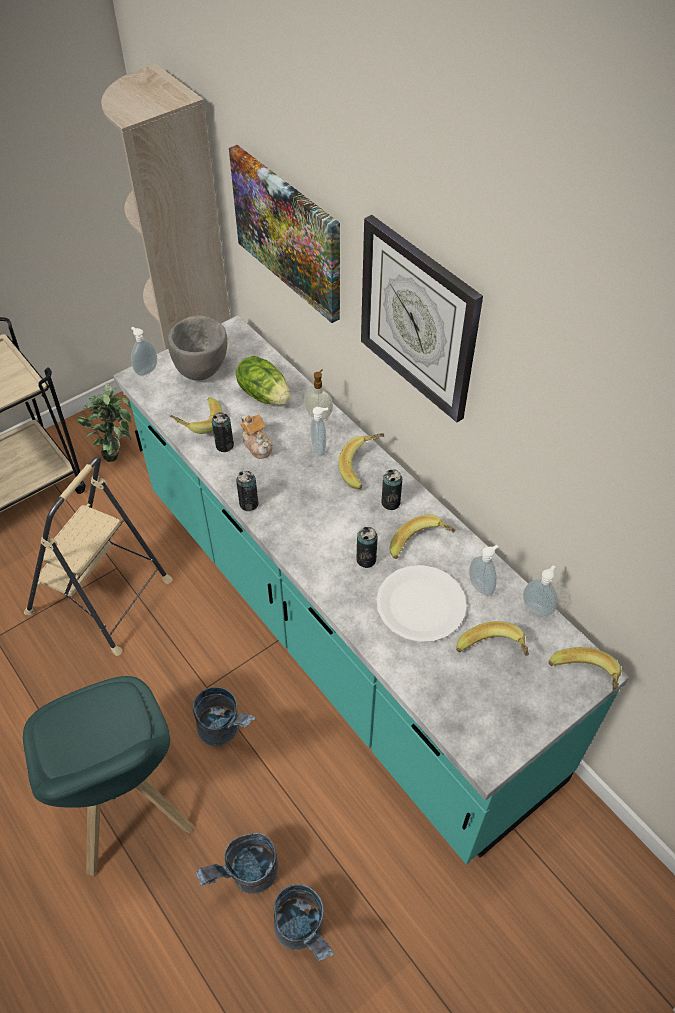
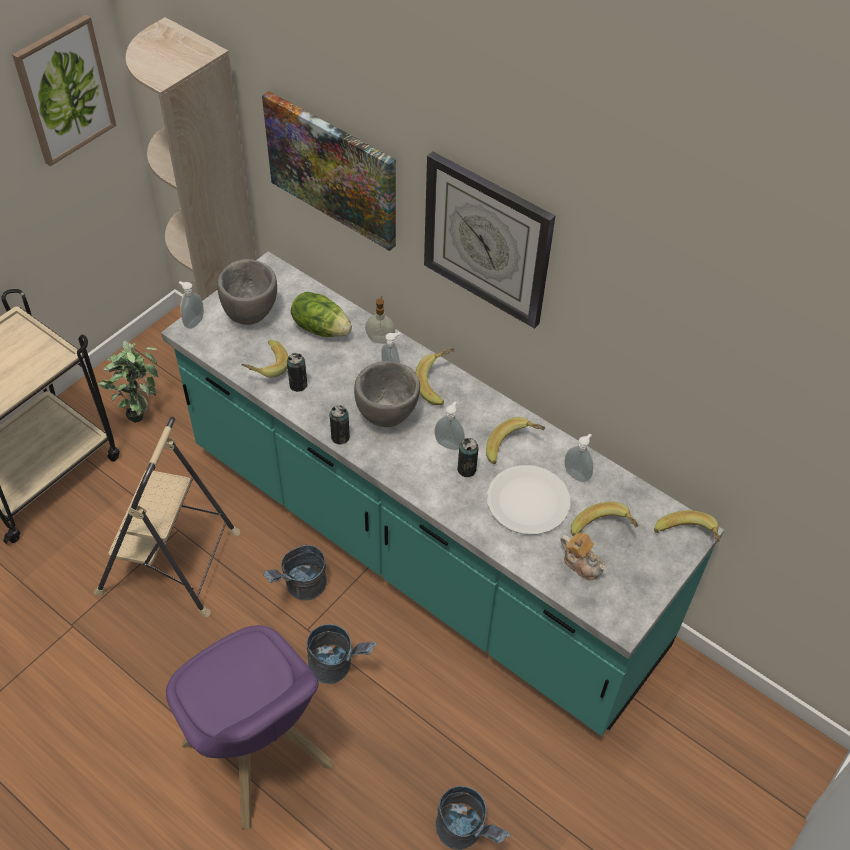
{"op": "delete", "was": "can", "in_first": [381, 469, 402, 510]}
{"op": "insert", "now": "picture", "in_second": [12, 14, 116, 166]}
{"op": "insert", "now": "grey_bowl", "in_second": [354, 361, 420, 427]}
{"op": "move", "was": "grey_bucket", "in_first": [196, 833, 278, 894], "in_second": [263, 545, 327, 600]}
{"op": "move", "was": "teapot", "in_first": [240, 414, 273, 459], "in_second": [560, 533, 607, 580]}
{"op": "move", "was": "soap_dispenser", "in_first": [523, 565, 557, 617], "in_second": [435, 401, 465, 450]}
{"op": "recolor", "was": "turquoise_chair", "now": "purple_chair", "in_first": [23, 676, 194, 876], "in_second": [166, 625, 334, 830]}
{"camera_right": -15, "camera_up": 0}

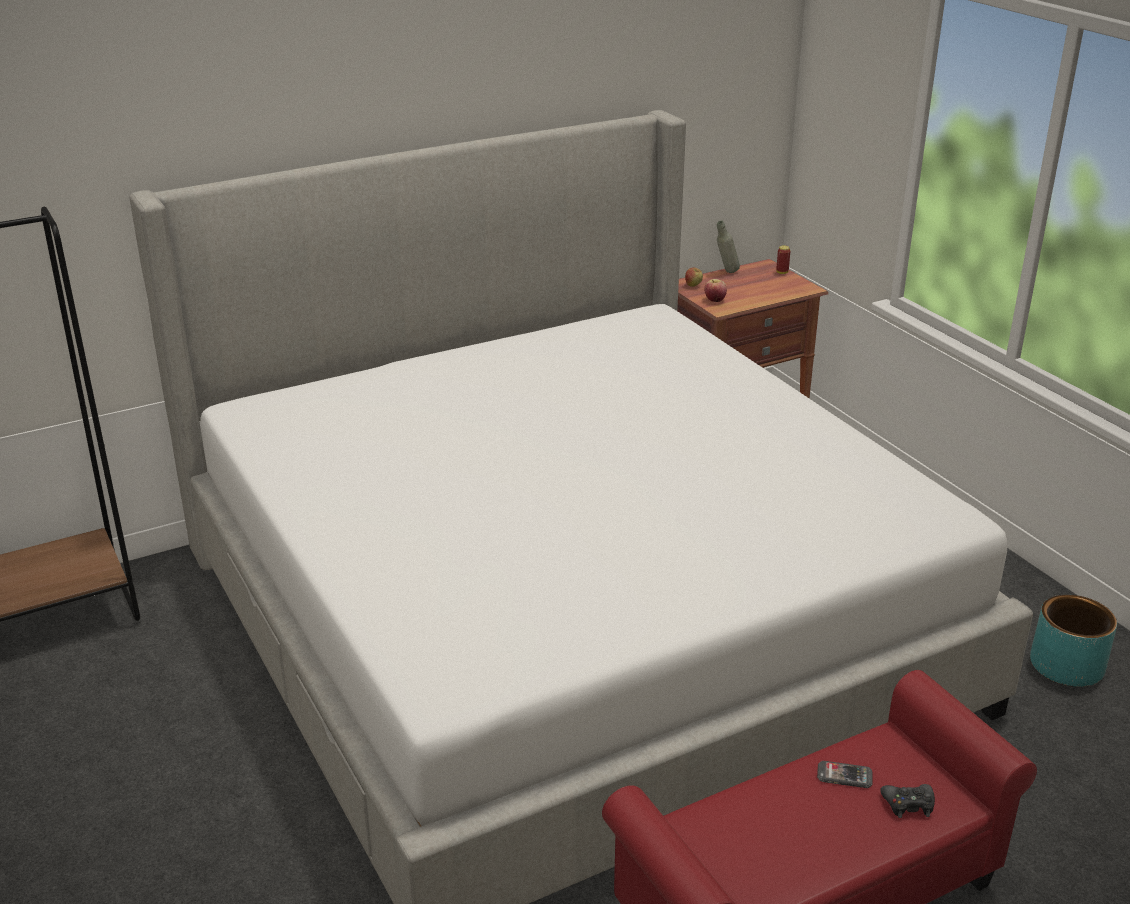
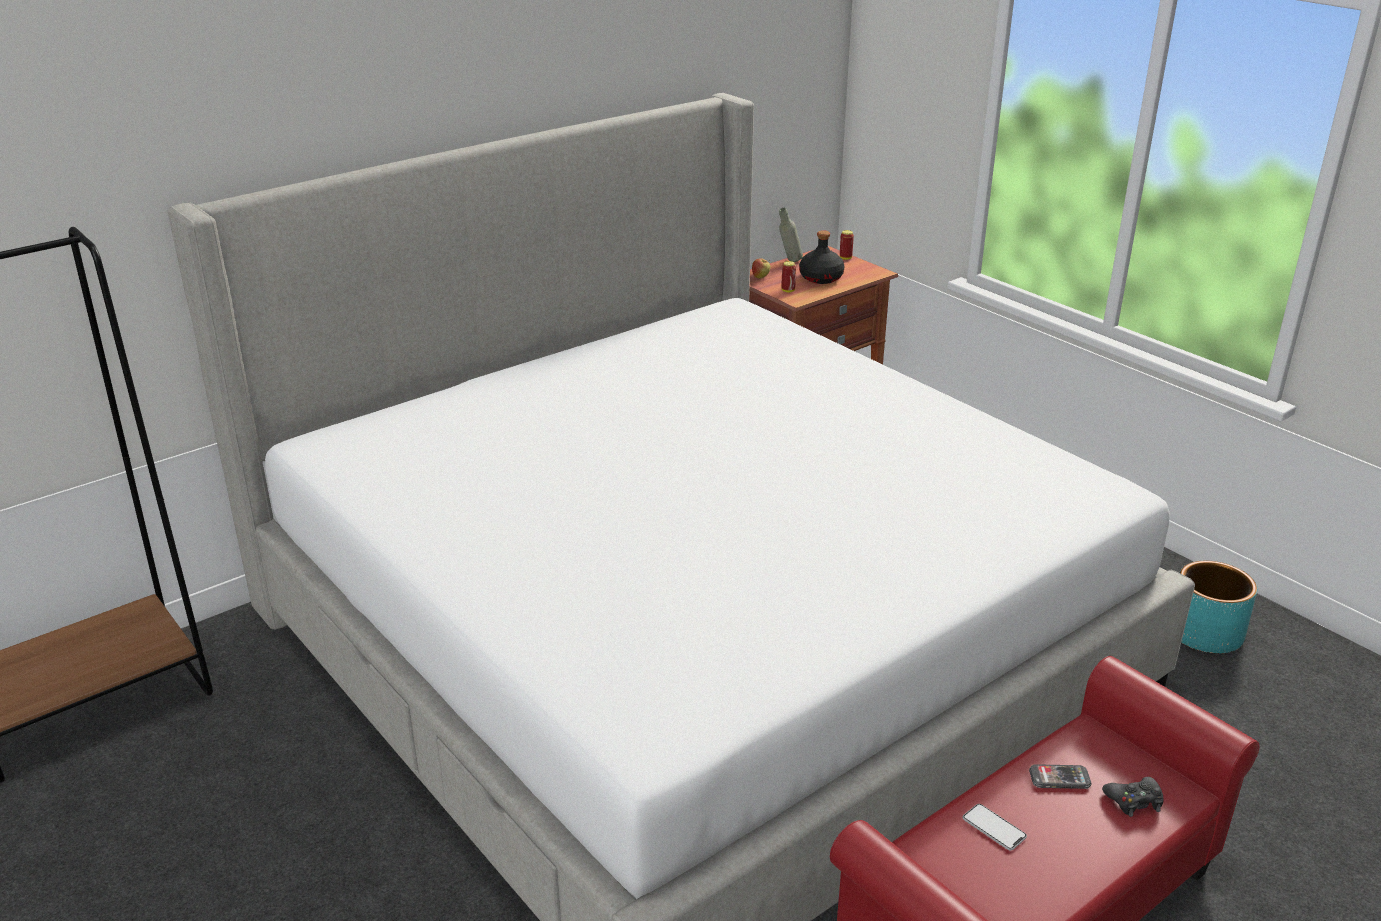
{"op": "insert", "now": "black_bottle", "in_second": [799, 230, 845, 284]}
{"op": "insert", "now": "phone", "in_second": [962, 804, 1027, 850]}
{"op": "replace", "was": "apple", "now": "can", "in_first": [704, 279, 727, 302], "in_second": [781, 261, 796, 293]}
{"camera_right": -10, "camera_up": 0}

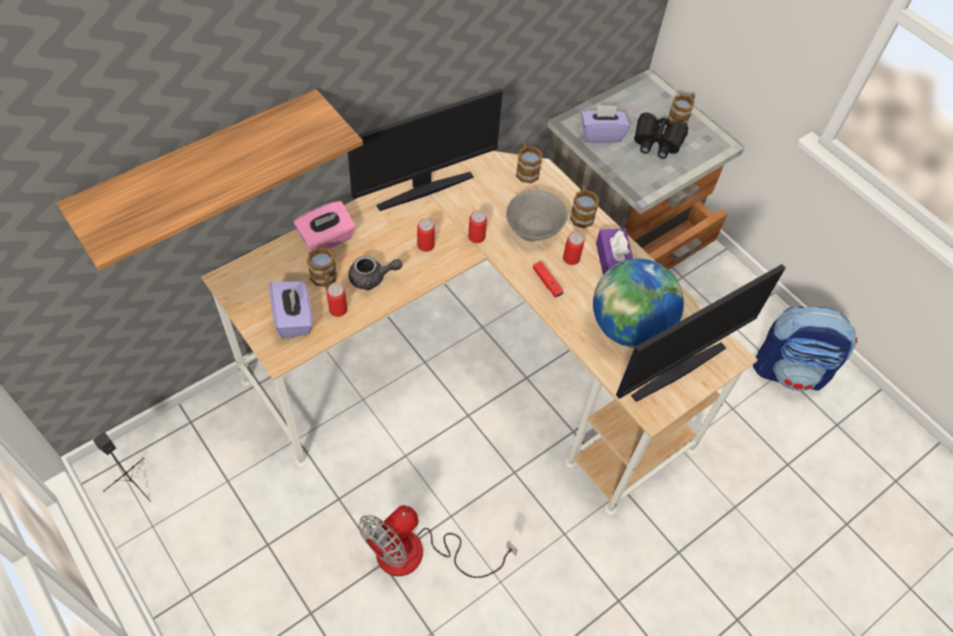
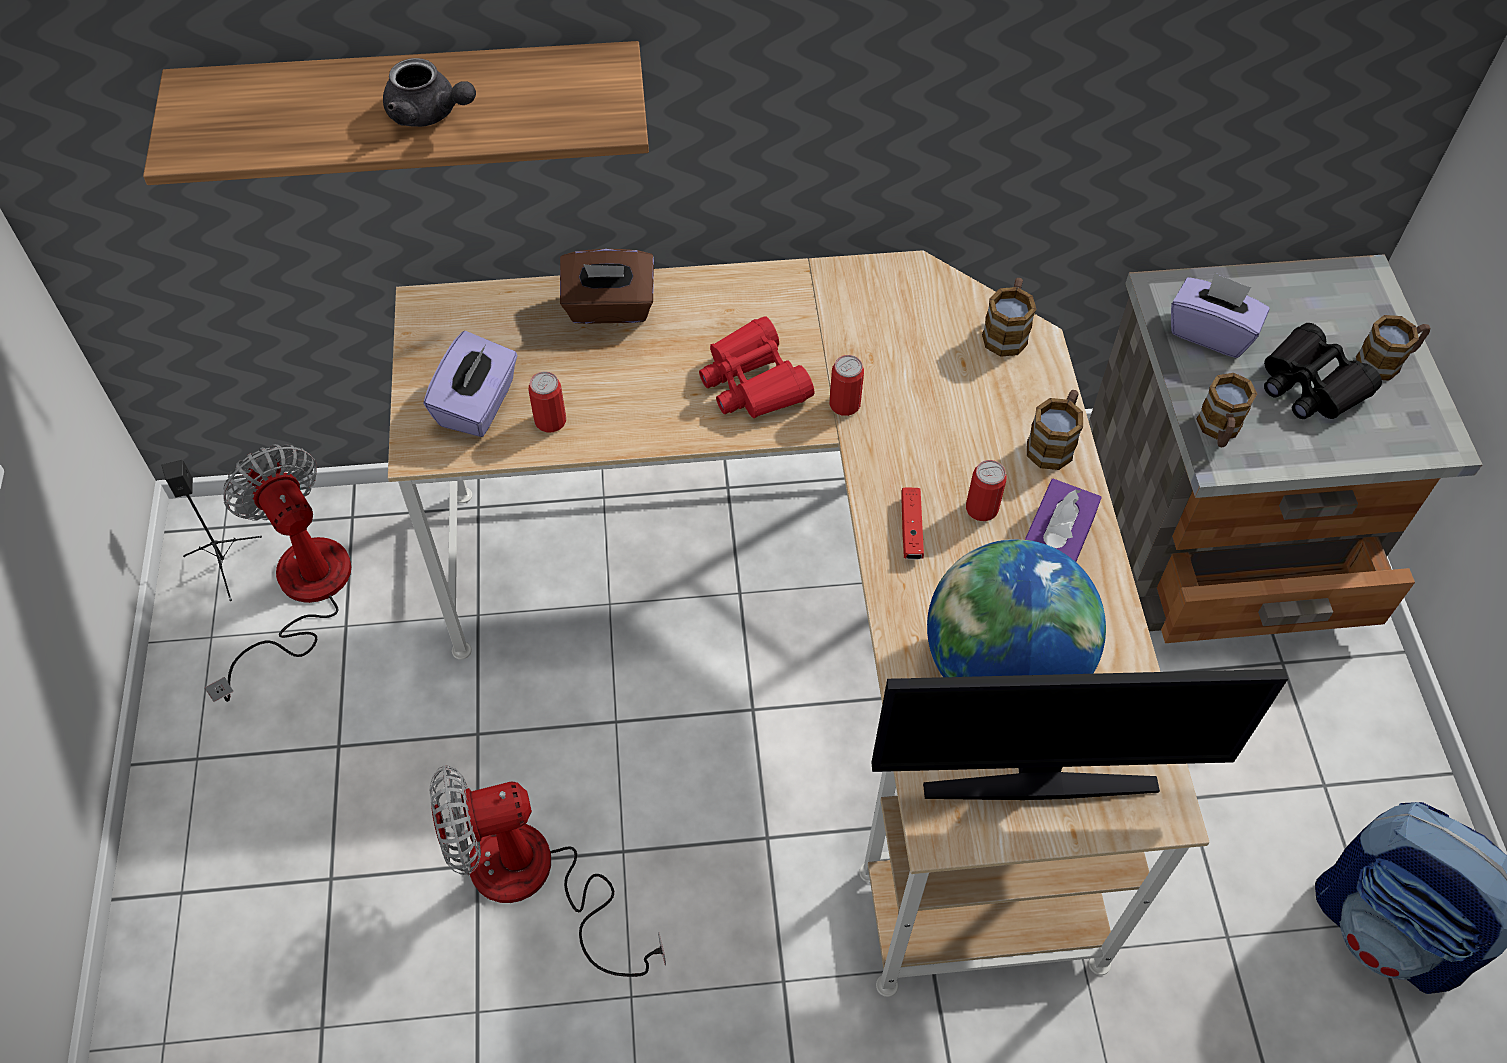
{"op": "delete", "was": "monitor", "in_first": [348, 88, 503, 211]}
{"op": "delete", "was": "grey_bowl", "in_first": [506, 190, 567, 241]}
{"op": "insert", "now": "fan", "in_second": [204, 444, 351, 702]}
{"op": "move", "was": "mug", "in_first": [307, 247, 337, 290], "in_second": [1196, 373, 1257, 447]}
{"op": "move", "was": "grey_teapot", "in_first": [348, 255, 402, 290], "in_second": [383, 58, 476, 127]}
{"op": "replace", "was": "can", "now": "red_binoculars", "in_first": [417, 219, 435, 252], "in_second": [699, 316, 814, 418]}
{"op": "recolor", "was": "pink_tissue_box", "now": "brown_tissue_box", "in_first": [294, 201, 356, 251], "in_second": [560, 249, 654, 324]}
{"camera_right": 35, "camera_up": 0}

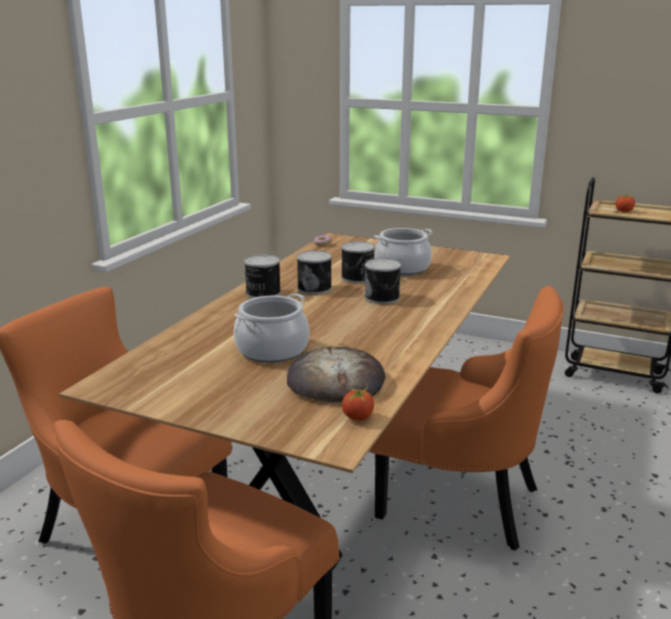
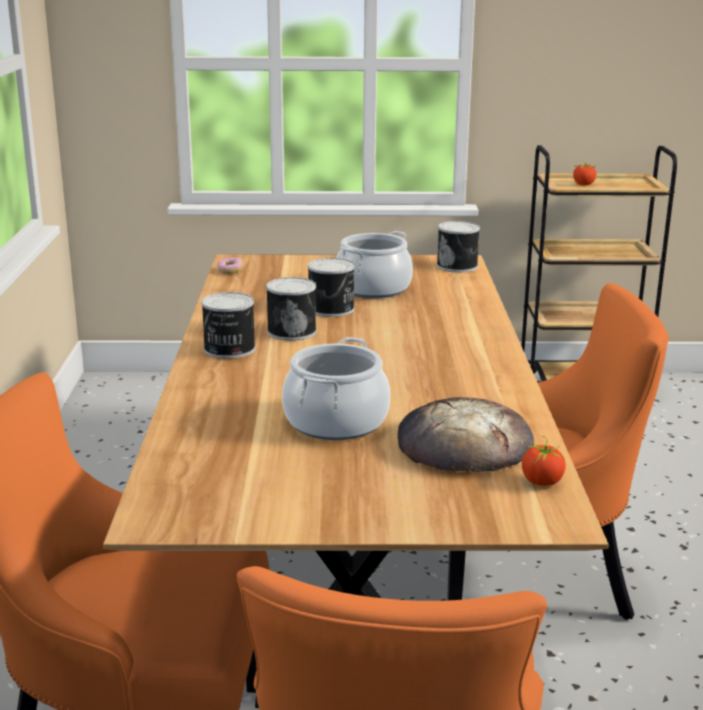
{"op": "move", "was": "can", "in_first": [364, 258, 401, 304], "in_second": [437, 221, 480, 273]}
{"camera_right": -25, "camera_up": 0}

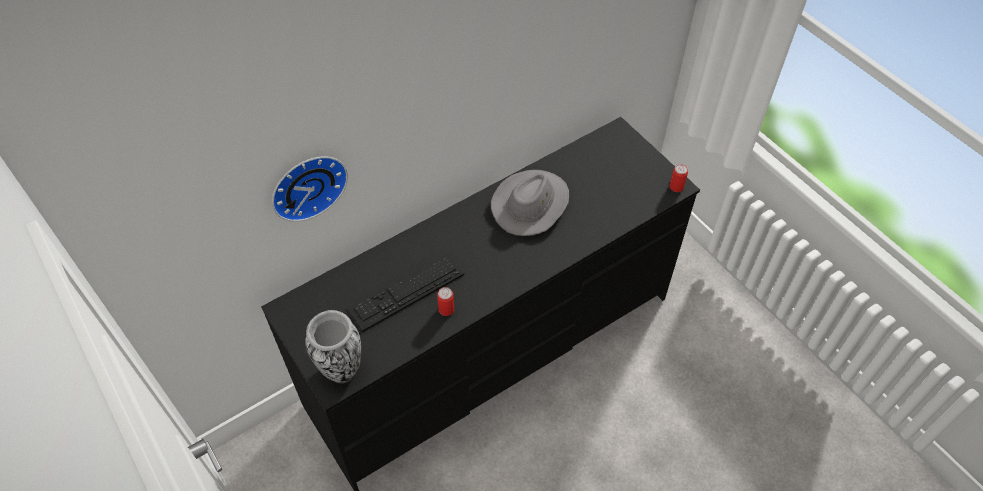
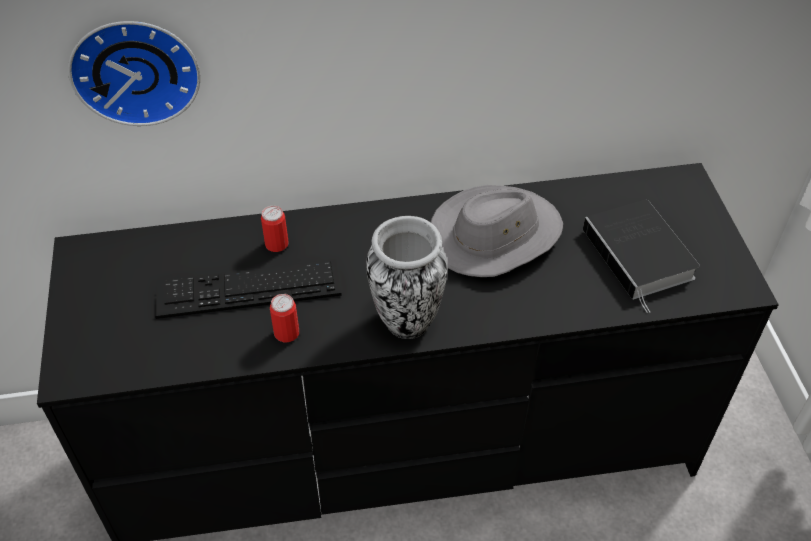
{"op": "insert", "now": "book", "in_second": [583, 200, 700, 313]}
{"op": "move", "was": "vase", "in_first": [305, 310, 361, 383], "in_second": [366, 216, 448, 339]}
{"op": "move", "was": "can", "in_first": [669, 164, 688, 192], "in_second": [261, 206, 289, 252]}
{"camera_right": 25, "camera_up": -5}

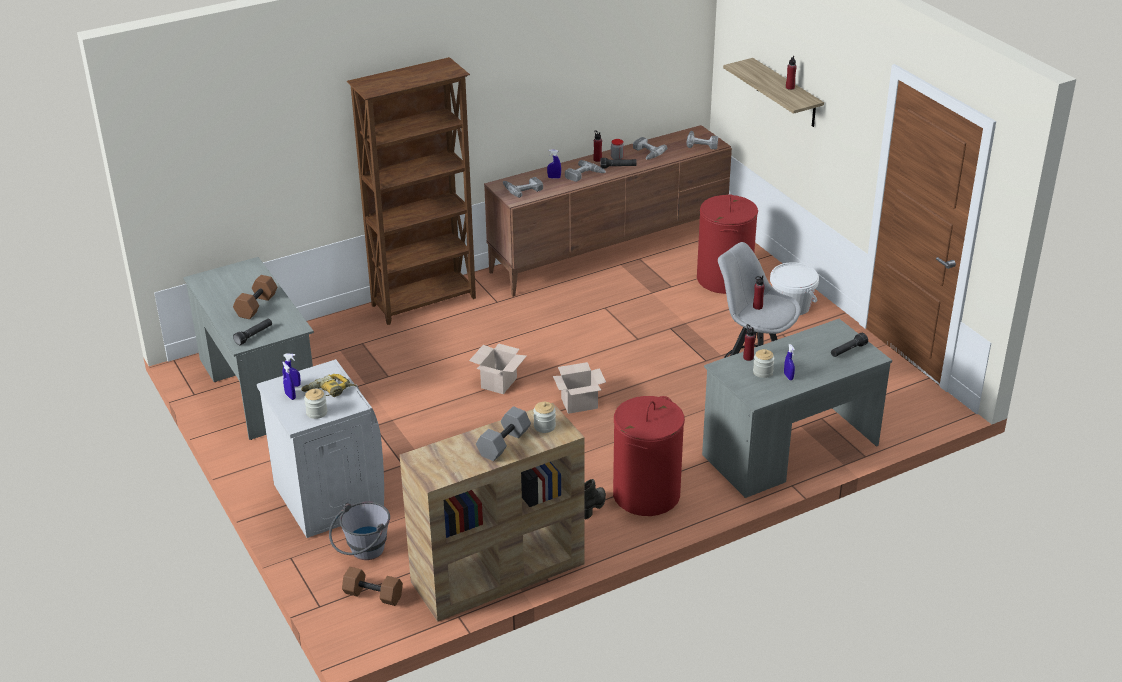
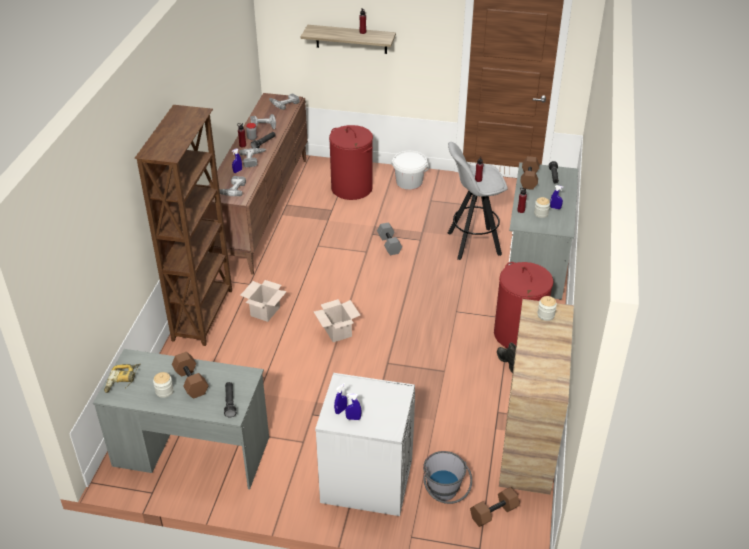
{"op": "insert", "now": "brown_dumbbell", "in_second": [520, 156, 539, 190]}
{"op": "move", "was": "power_drill", "in_first": [301, 374, 357, 397], "in_second": [104, 364, 141, 393]}
{"op": "move", "was": "jar", "in_first": [304, 389, 327, 419], "in_second": [153, 372, 174, 398]}
{"op": "move", "was": "grey_dumbbell", "in_first": [476, 406, 531, 461], "in_second": [377, 223, 402, 255]}
{"op": "move", "was": "cardboard_box", "in_first": [553, 362, 606, 414], "in_second": [240, 280, 287, 322]}
{"camera_right": -50, "camera_up": 5}

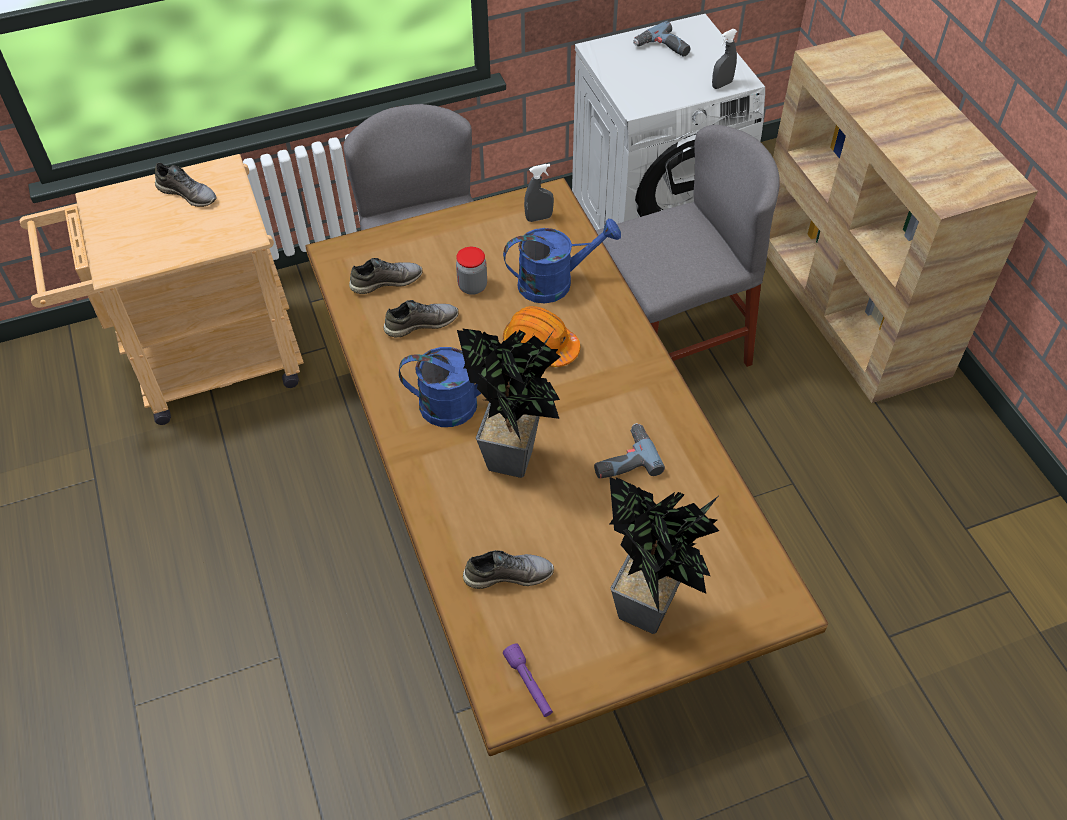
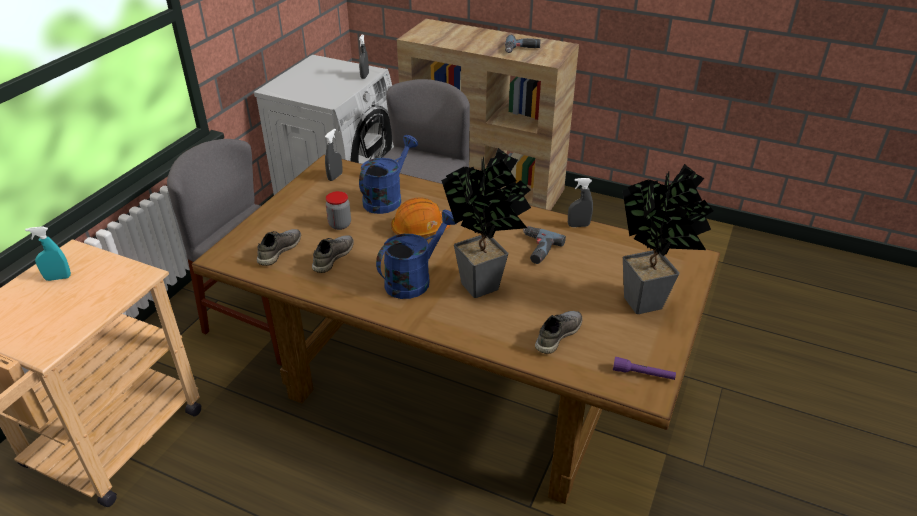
{"op": "insert", "now": "grey_spray_bottle", "in_second": [568, 178, 593, 227]}
{"op": "move", "was": "power_drill", "in_first": [633, 21, 690, 57], "in_second": [505, 35, 541, 53]}
{"op": "replace", "was": "grey_shoe", "now": "turquoise_spray_bottle", "in_first": [155, 163, 217, 207], "in_second": [25, 226, 71, 281]}
{"camera_right": -45, "camera_up": -15}

